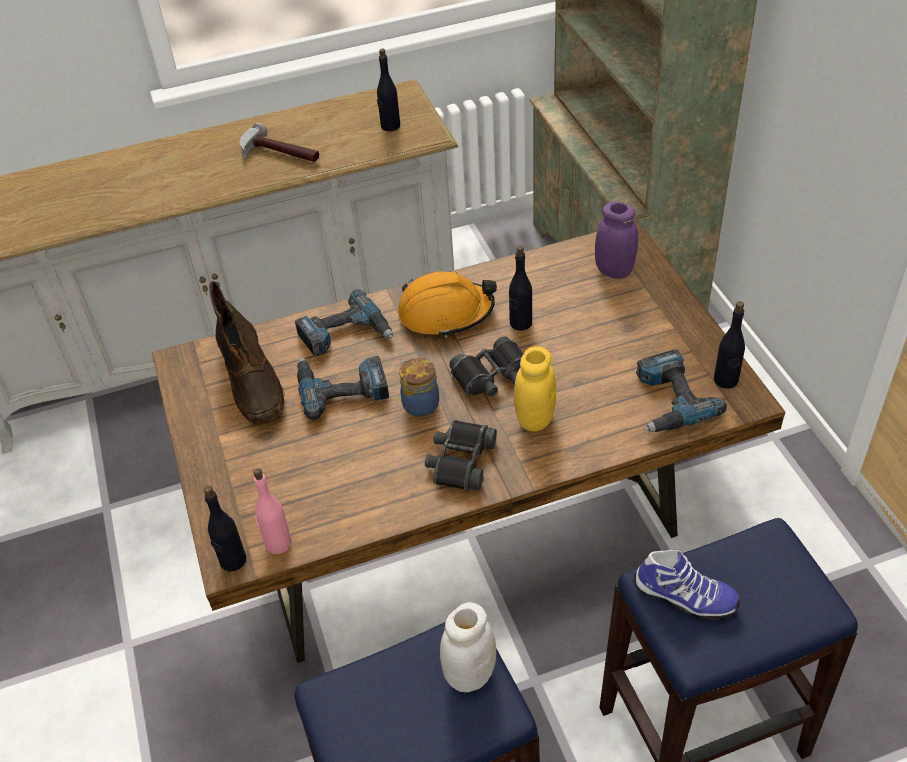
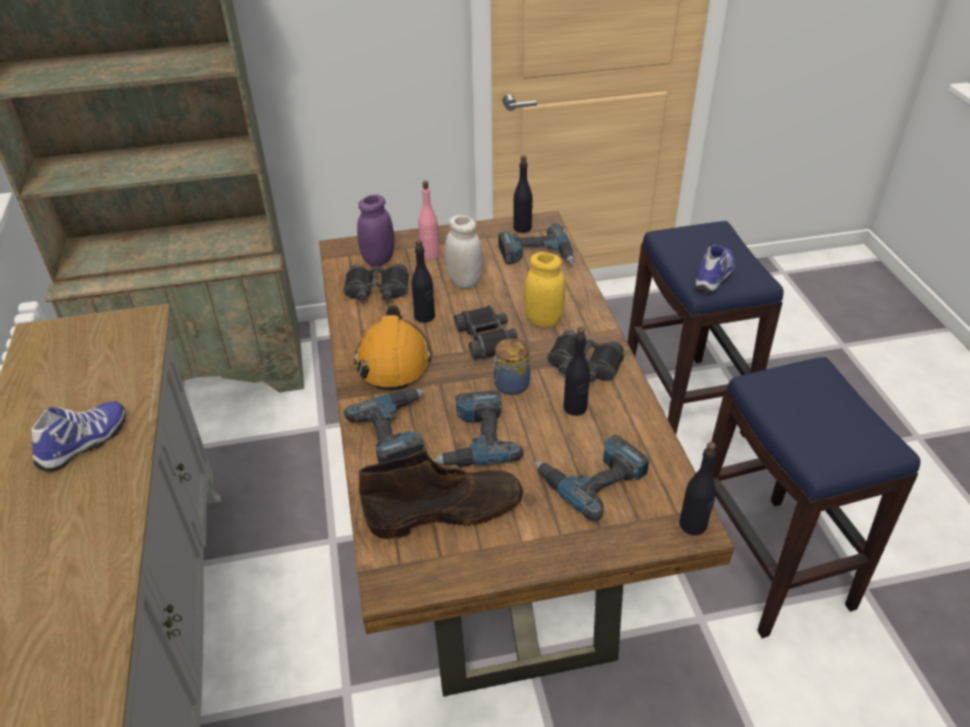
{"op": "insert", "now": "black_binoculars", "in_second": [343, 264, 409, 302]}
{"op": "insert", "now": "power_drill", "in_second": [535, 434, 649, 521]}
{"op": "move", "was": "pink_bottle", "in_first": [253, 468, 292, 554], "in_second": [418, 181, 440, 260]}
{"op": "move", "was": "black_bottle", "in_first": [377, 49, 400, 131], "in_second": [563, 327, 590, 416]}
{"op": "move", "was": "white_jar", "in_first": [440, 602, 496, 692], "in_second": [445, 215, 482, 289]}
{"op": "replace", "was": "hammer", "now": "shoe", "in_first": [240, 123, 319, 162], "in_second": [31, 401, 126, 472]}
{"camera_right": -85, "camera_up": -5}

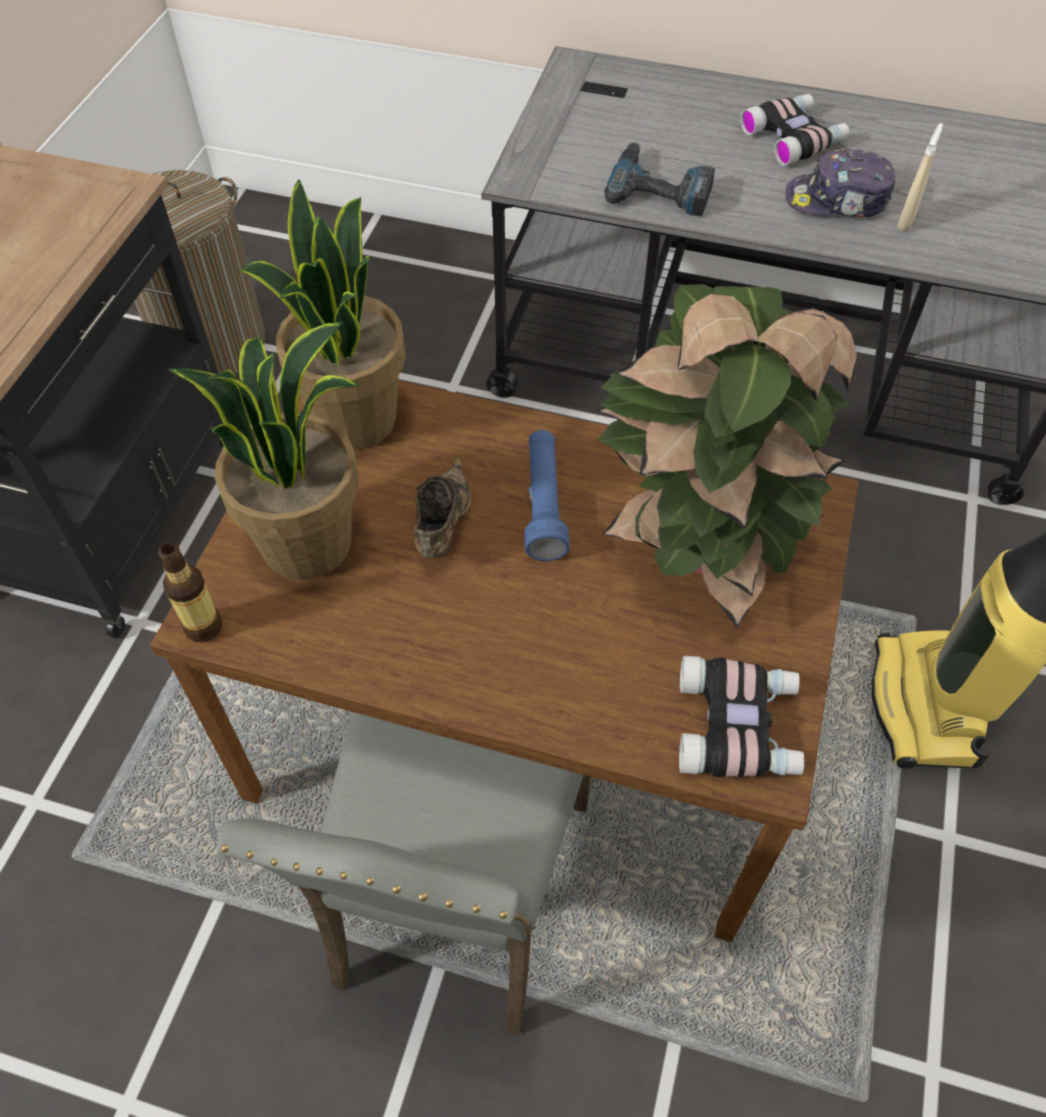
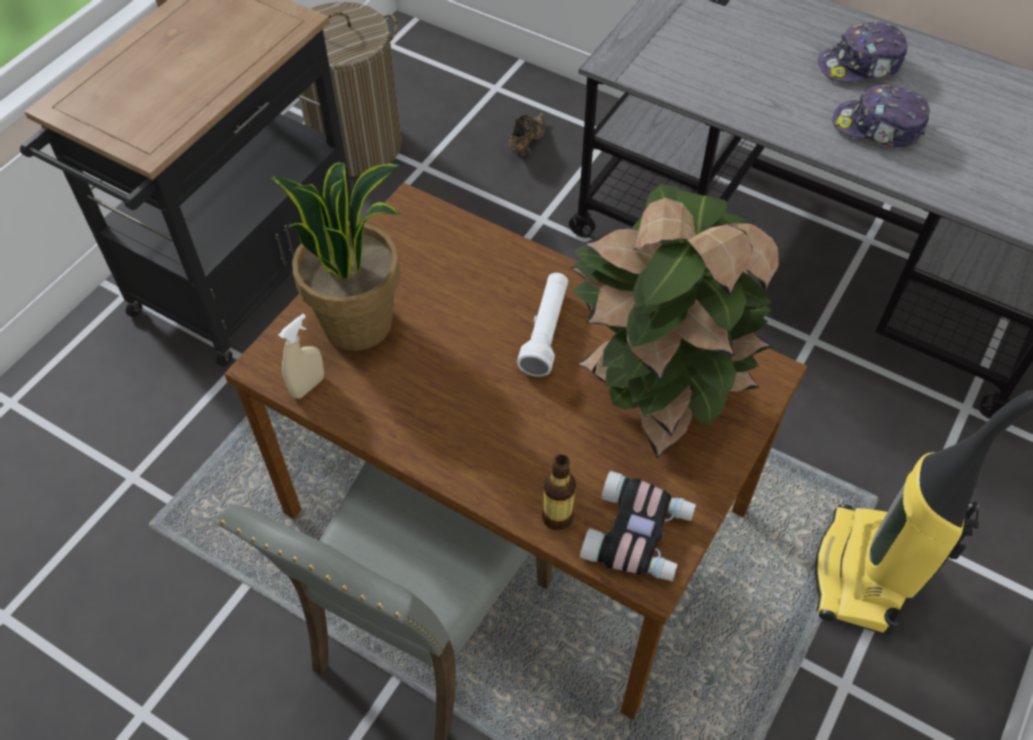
{"op": "delete", "was": "potted_plant", "in_first": [240, 179, 406, 450]}
{"op": "delete", "was": "power_drill", "in_first": [604, 141, 715, 216]}
{"op": "move", "was": "bottle", "in_first": [158, 542, 222, 642], "in_second": [542, 454, 576, 530]}
{"op": "move", "was": "brown_shoe", "in_first": [414, 457, 472, 558], "in_second": [509, 113, 545, 156]}
{"op": "move", "was": "beige_spray_bottle", "in_first": [897, 123, 943, 231], "in_second": [278, 314, 324, 399]}
{"op": "replace", "was": "binoculars", "now": "cap", "in_first": [740, 94, 850, 166], "in_second": [818, 22, 908, 82]}
{"op": "recolor", "was": "blue_flashlight", "now": "white_flashlight", "in_first": [524, 430, 570, 561], "in_second": [517, 273, 568, 377]}
{"camera_right": 15, "camera_up": 0}

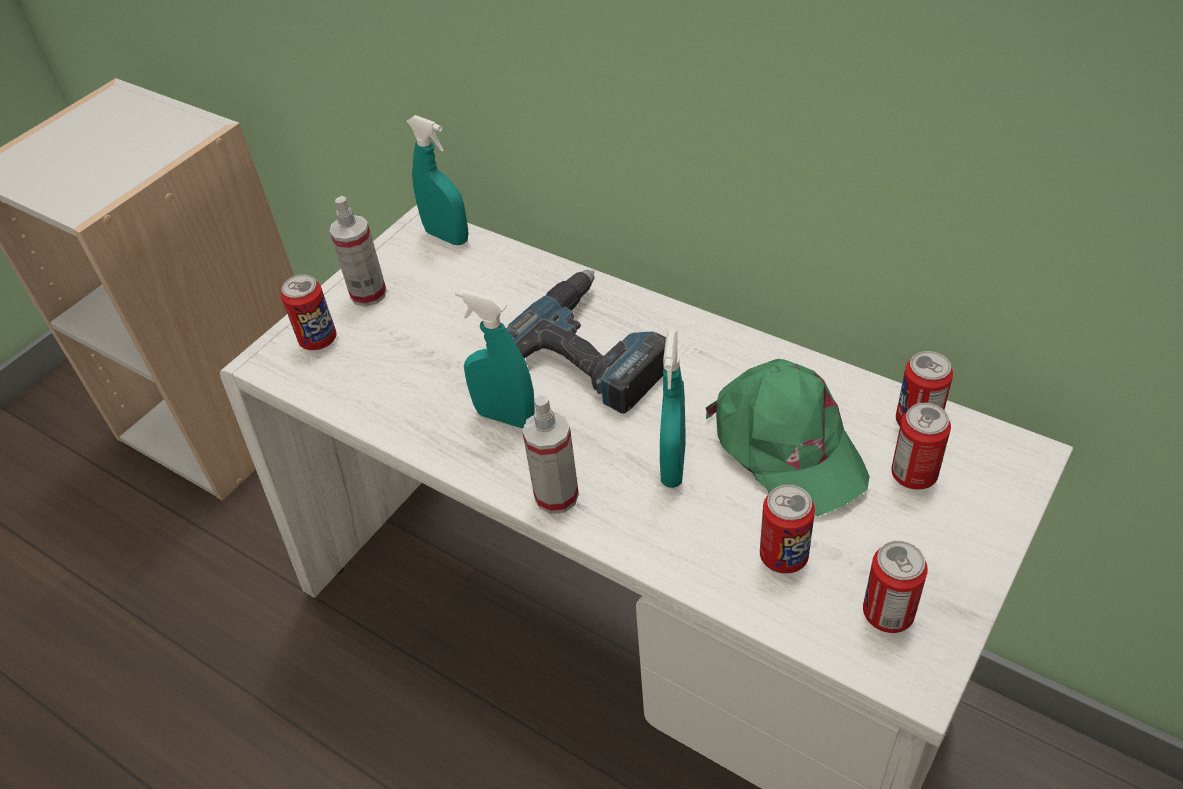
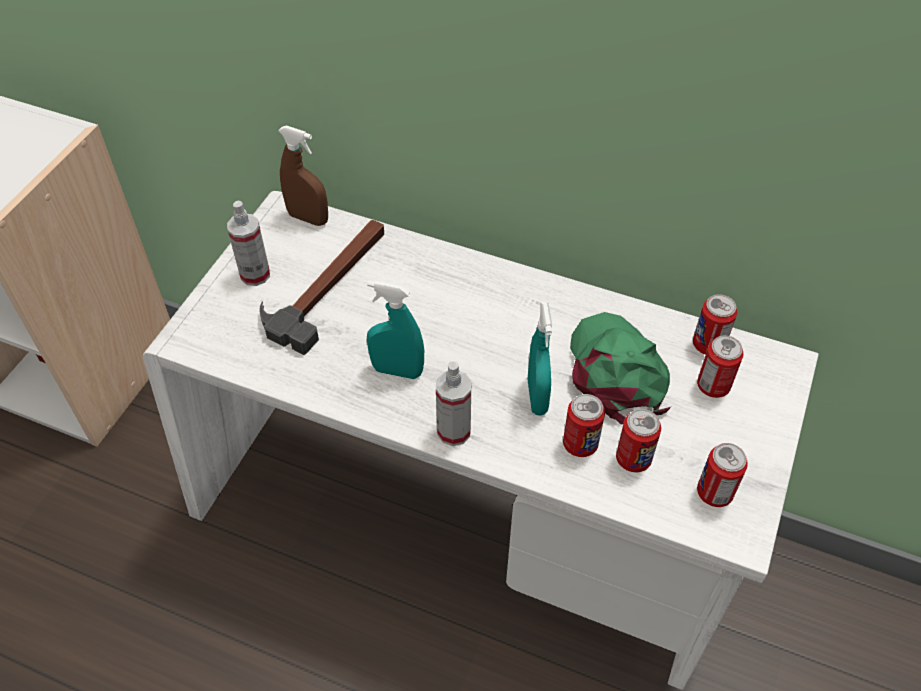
{"op": "delete", "was": "power_drill", "in_first": [506, 270, 666, 414]}
{"op": "insert", "now": "hammer", "in_second": [259, 220, 384, 355]}
{"op": "move", "was": "can", "in_first": [281, 275, 337, 350], "in_second": [563, 394, 605, 457]}
{"op": "recolor", "was": "turquoise_spray_bottle", "now": "brown_spray_bottle", "in_first": [406, 115, 469, 245], "in_second": [278, 125, 328, 226]}
{"op": "rotate", "was": "green_cap", "in_first": [706, 359, 870, 516], "in_second": [570, 312, 671, 424], "clockwise": -150}
{"camera_right": -15, "camera_up": 5}

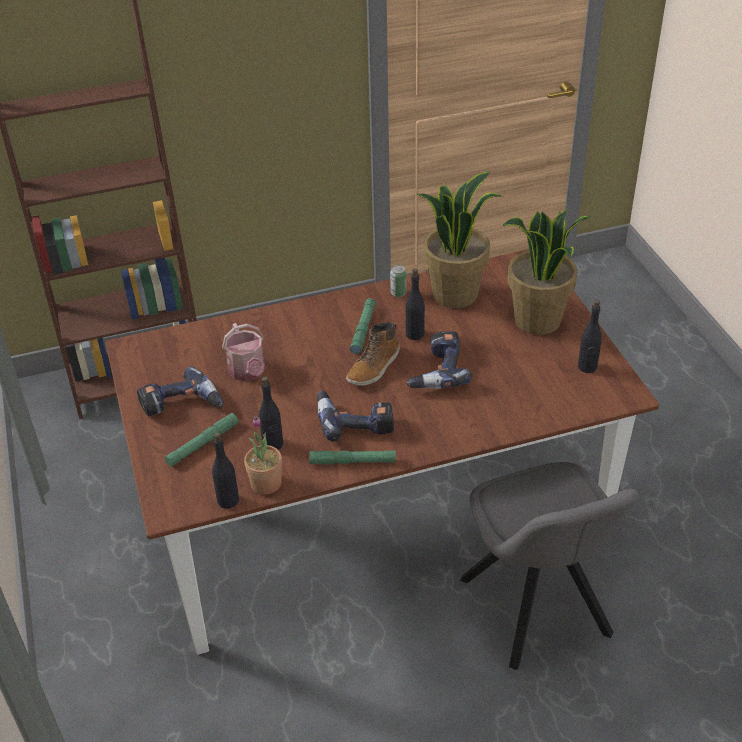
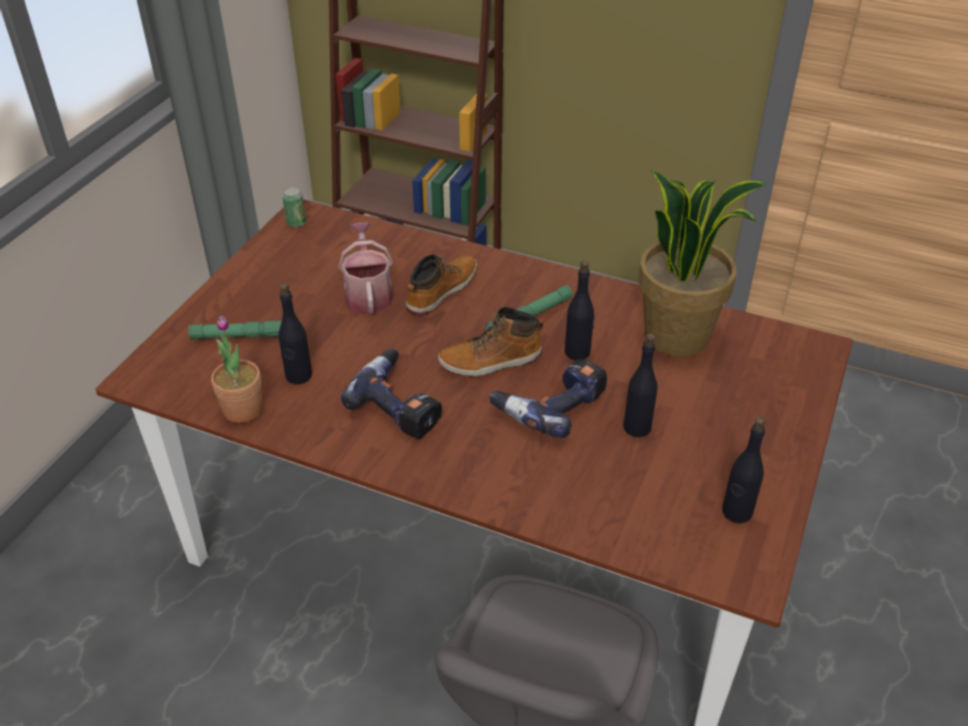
{"op": "delete", "was": "power_drill", "in_first": [137, 366, 224, 416]}
{"op": "delete", "was": "green_flashlight", "in_first": [309, 450, 396, 464]}
{"op": "delete", "was": "potted_plant", "in_first": [502, 208, 591, 335]}
{"op": "insert", "now": "boot", "in_second": [406, 254, 477, 316]}
{"op": "move", "was": "black_bottle", "in_first": [212, 433, 239, 509], "in_second": [623, 334, 657, 437]}
{"op": "move", "was": "can", "in_first": [390, 265, 407, 297], "in_second": [282, 187, 306, 227]}
{"op": "rotate", "was": "watering_can", "in_first": [222, 323, 265, 381], "in_second": [338, 223, 393, 315], "clockwise": 150}
{"camera_right": 40, "camera_up": 0}

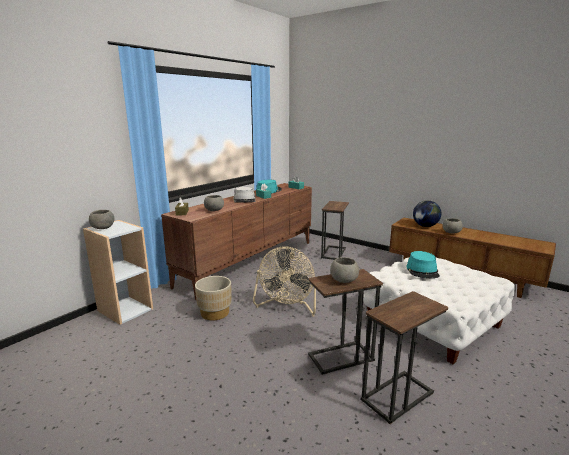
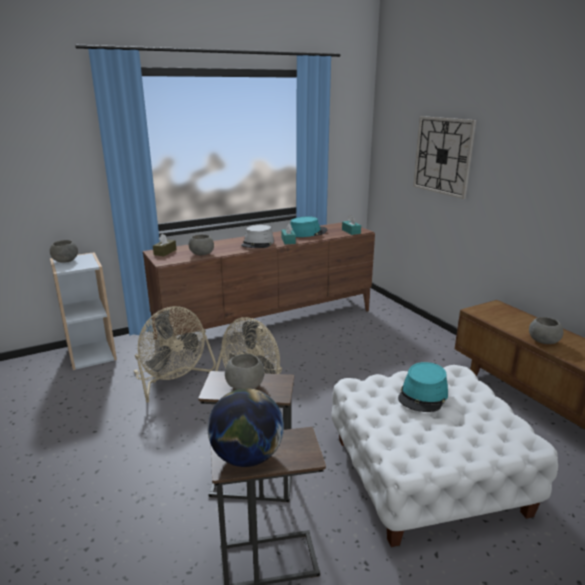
{"op": "delete", "was": "brown_side_table", "in_first": [321, 201, 349, 260]}
{"op": "insert", "now": "wall_clock", "in_second": [413, 116, 476, 199]}
{"op": "move", "was": "globe", "in_first": [413, 200, 441, 227], "in_second": [208, 388, 284, 467]}
{"op": "replace", "was": "beige_planter", "now": "beige_fan", "in_first": [195, 276, 231, 320], "in_second": [134, 306, 216, 403]}
{"camera_right": 25, "camera_up": 5}

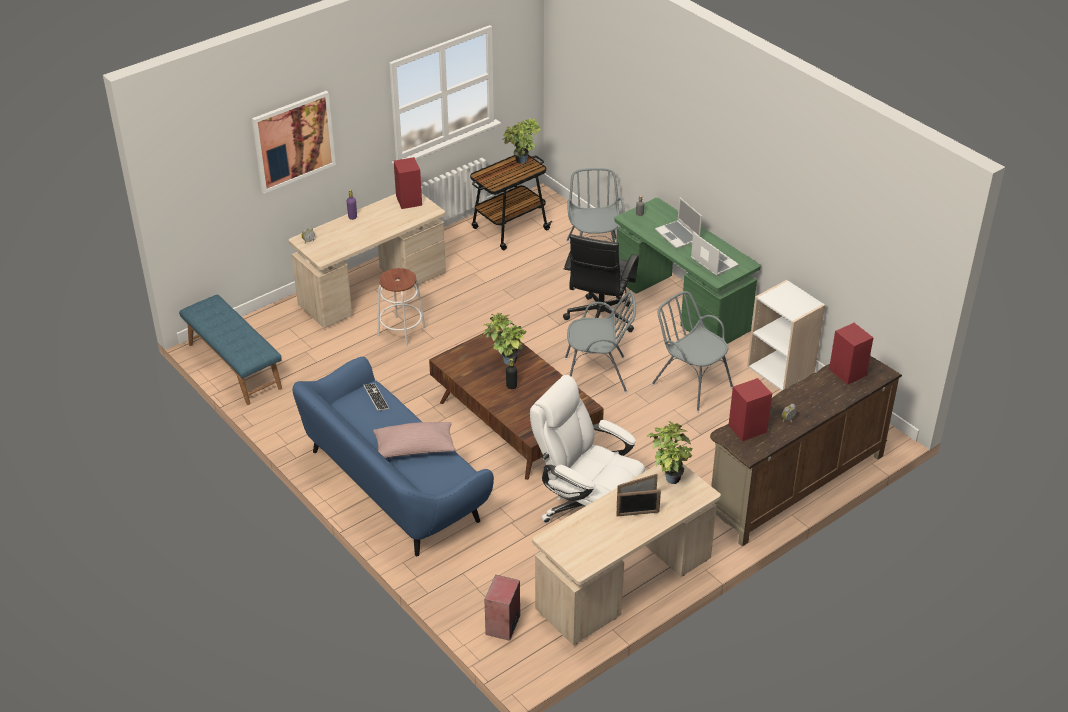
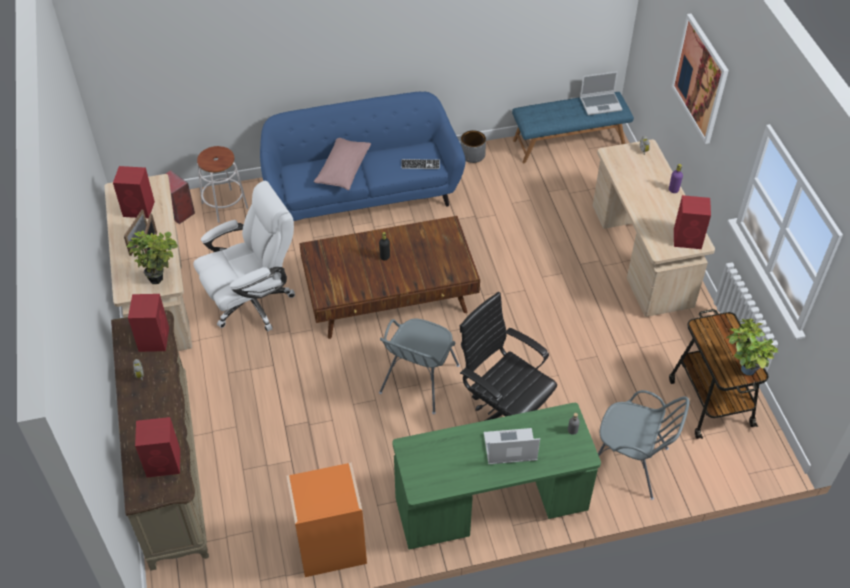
{"op": "delete", "was": "potted_plant", "in_first": [482, 312, 527, 365]}
{"op": "delete", "was": "grey_chair", "in_first": [651, 291, 733, 413]}
{"op": "insert", "now": "red_speaker", "in_second": [113, 166, 155, 218]}
{"op": "insert", "now": "grey_planter", "in_second": [461, 130, 486, 163]}
{"op": "move", "was": "white_stool", "in_first": [378, 268, 425, 346], "in_second": [197, 146, 248, 223]}
{"op": "move", "was": "laptop", "in_first": [691, 232, 739, 276], "in_second": [580, 71, 622, 115]}
{"op": "recolor", "was": "white_bookcase", "now": "orange_bookcase", "in_first": [747, 280, 825, 391], "in_second": [286, 462, 367, 577]}
{"camera_right": 115, "camera_up": 10}

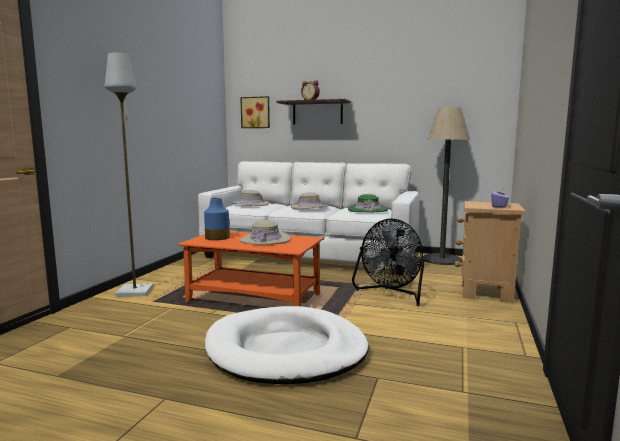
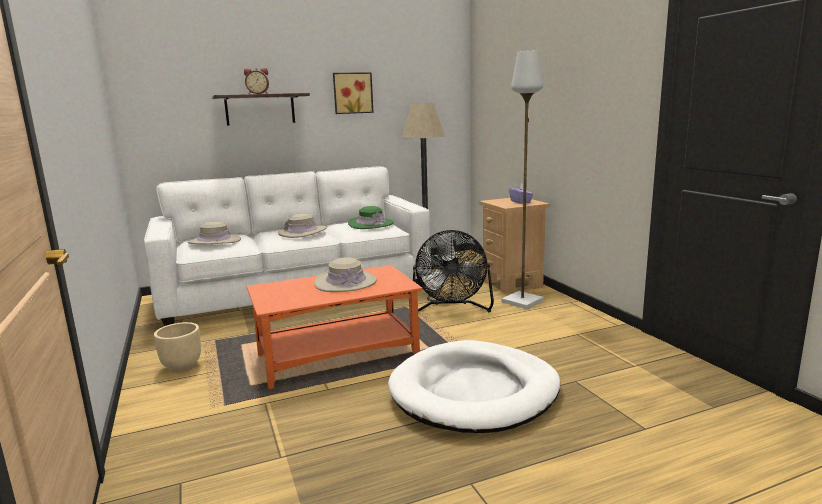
{"op": "delete", "was": "blue_vase", "in_first": [204, 198, 230, 240]}
{"op": "insert", "now": "beige_planter", "in_second": [154, 322, 201, 372]}
{"op": "move", "was": "grey_floor_lamp", "in_first": [105, 53, 154, 297], "in_second": [502, 51, 544, 309]}
{"op": "move", "was": "picture", "in_first": [240, 96, 270, 128], "in_second": [333, 72, 374, 114]}
{"camera_right": -40, "camera_up": 5}

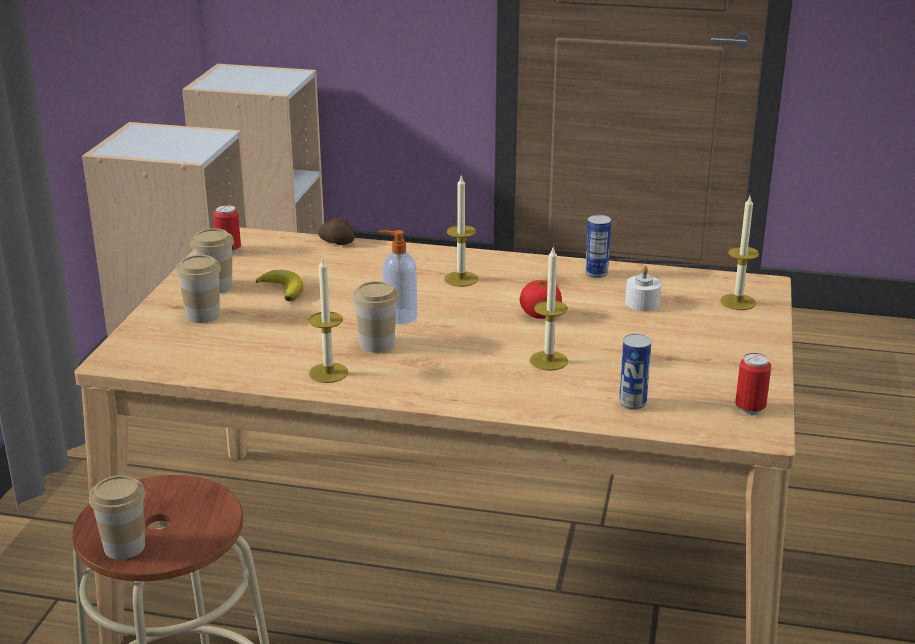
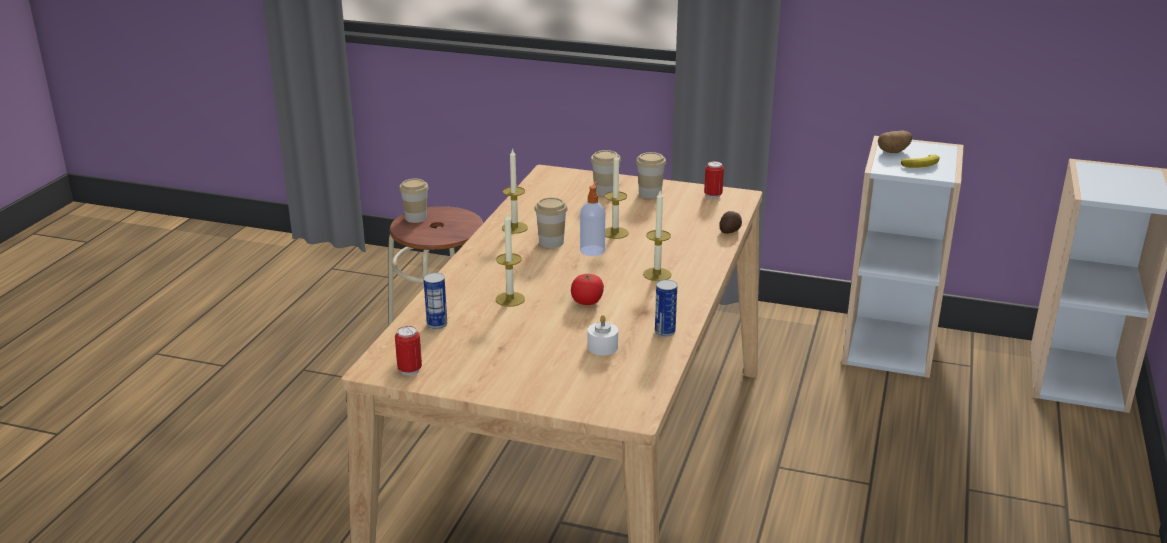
{"op": "insert", "now": "potato", "in_second": [878, 131, 912, 153]}
{"op": "move", "was": "banana", "in_first": [256, 270, 303, 301], "in_second": [901, 155, 939, 168]}
{"op": "move", "was": "candle", "in_first": [720, 196, 759, 310], "in_second": [604, 153, 628, 239]}
{"camera_right": 95, "camera_up": 0}

